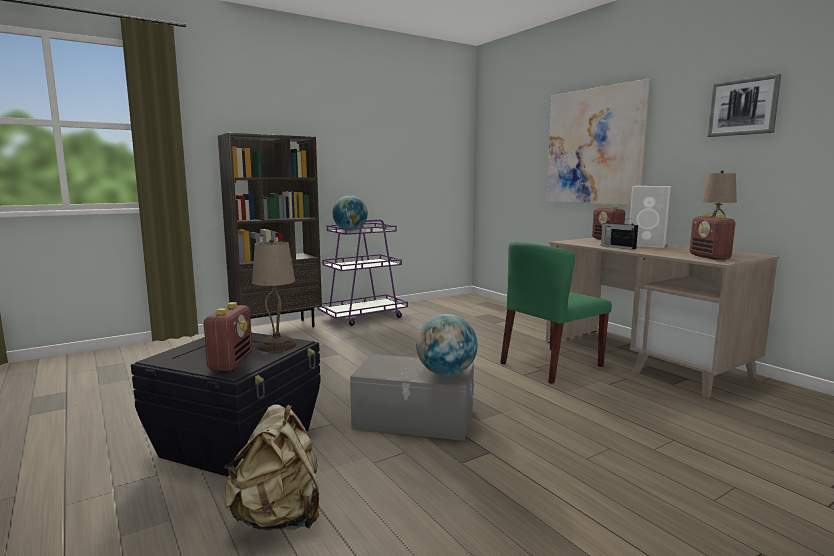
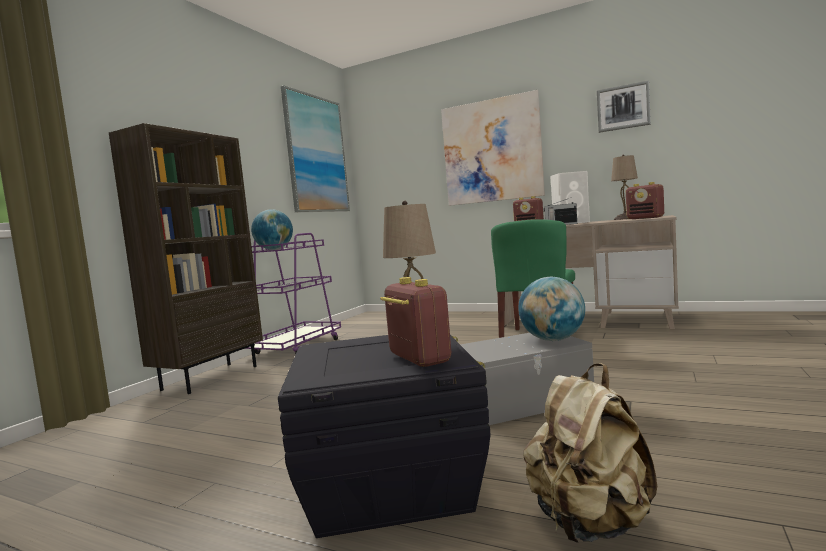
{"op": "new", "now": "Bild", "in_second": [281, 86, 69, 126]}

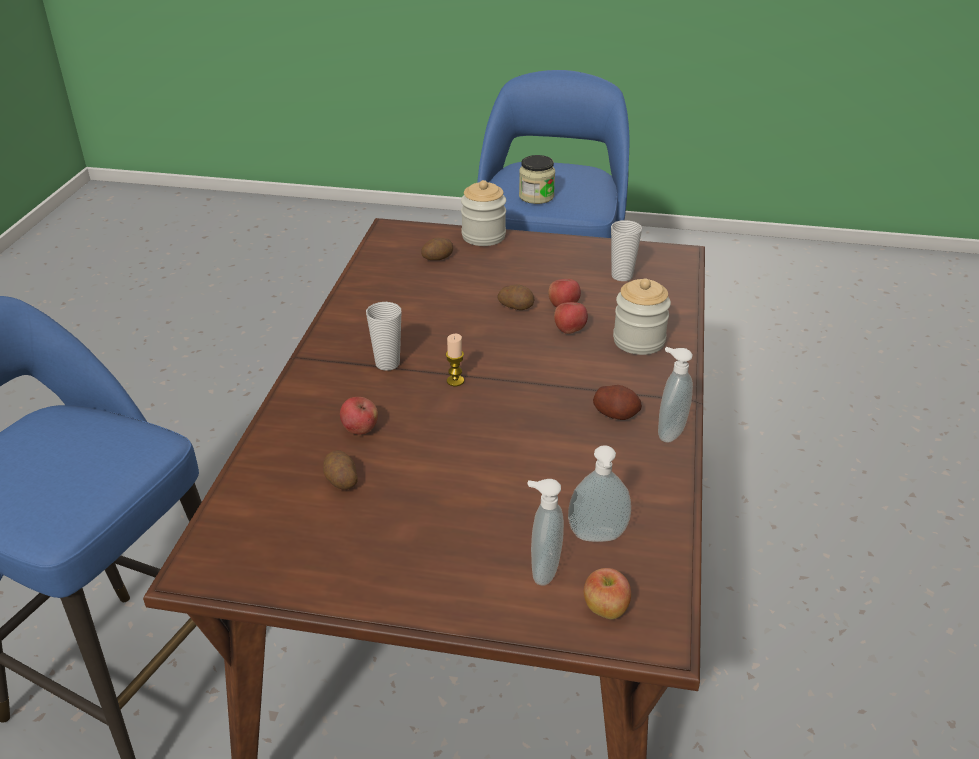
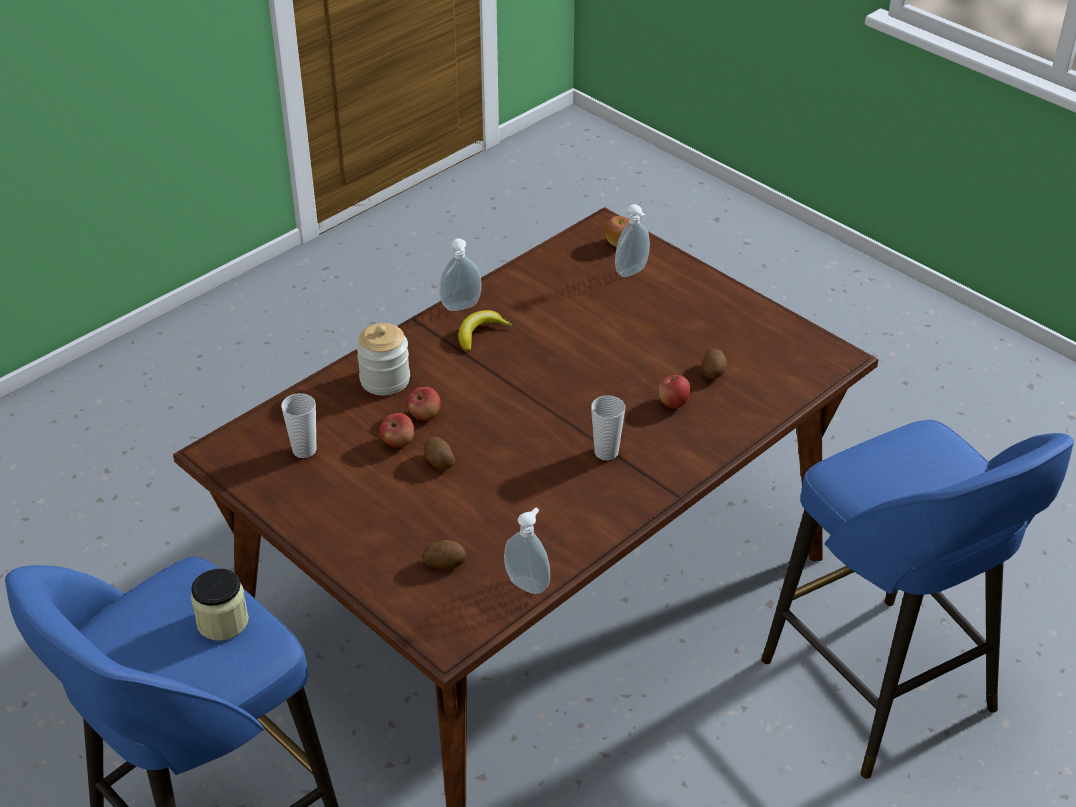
{"op": "swapped", "was": "Kartoffel", "now": "Banane", "in_first": [593, 385, 49, 35], "in_second": [459, 310, 53, 42]}
{"op": "shifted", "was": "Seifenspender", "in_first": [568, 445, 63, 97], "in_second": [504, 507, 46, 87]}
{"op": "gone", "was": "Kerze", "in_first": [446, 334, 18, 52]}
{"op": "gone", "was": "Vorratsglas", "in_first": [461, 180, 45, 66]}

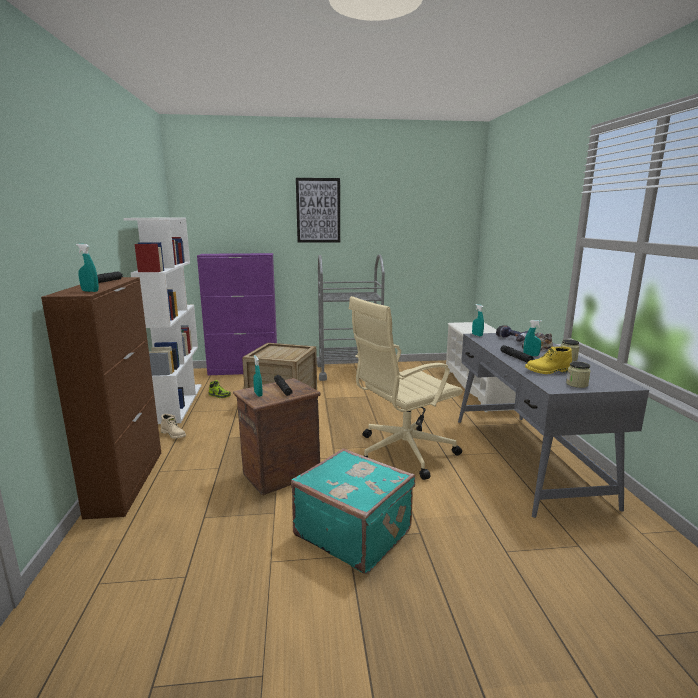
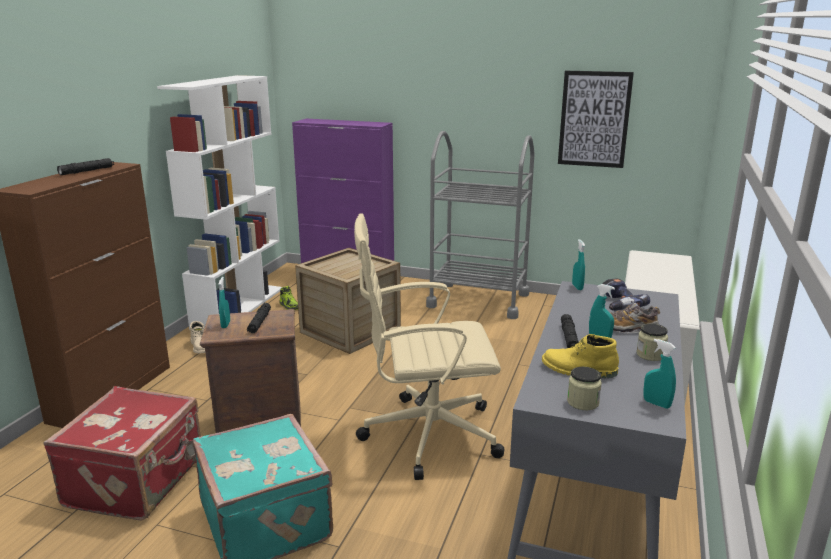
{"op": "new", "now": "Koffer (rot)", "in_second": [43, 386, 158, 135]}
{"op": "shifted", "was": "Bild", "in_first": [296, 178, 44, 65], "in_second": [558, 71, 76, 97]}
{"op": "shifted", "was": "Sprühflasche (türkis)", "in_first": [76, 244, 23, 48], "in_second": [644, 339, 32, 70]}

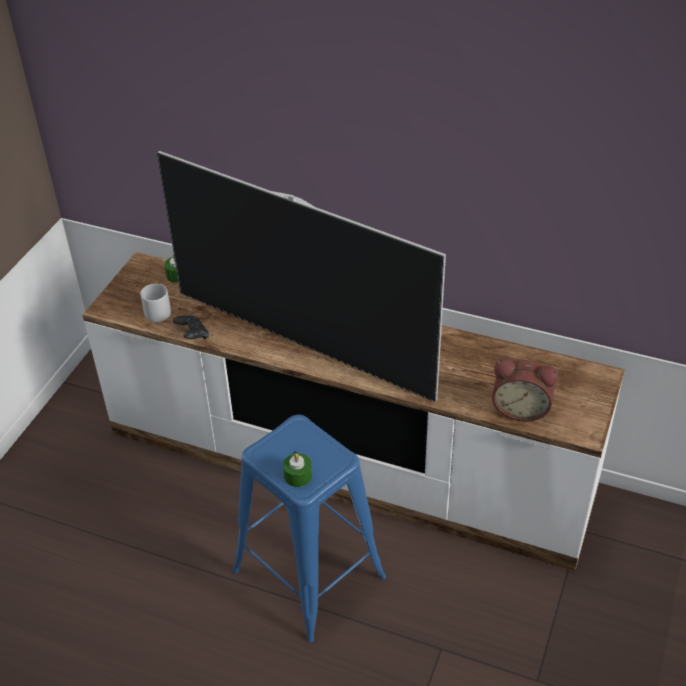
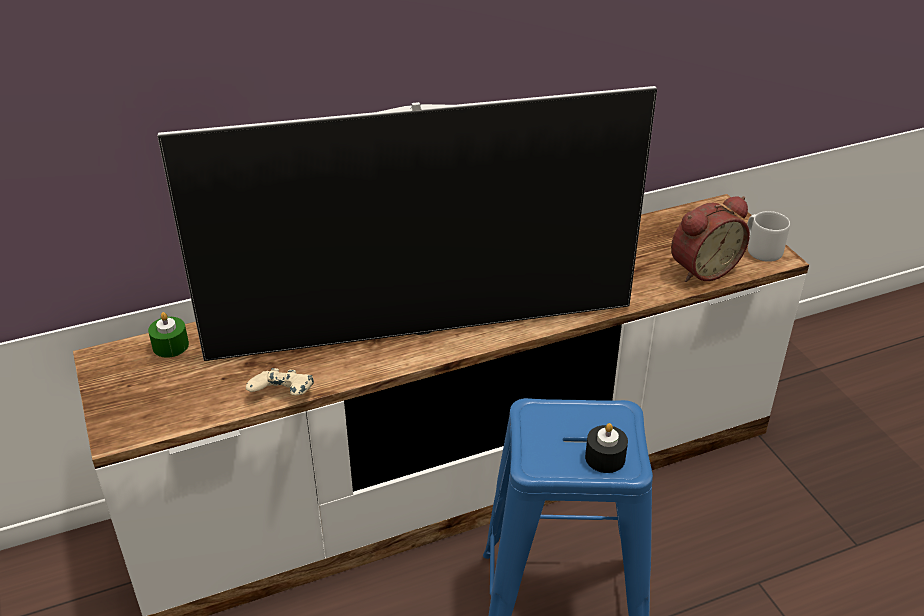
{"op": "repainted", "was": "Gamepad (schwarz)", "now": "Gamepad (beige)", "in_first": [173, 315, 36, 24], "in_second": [246, 368, 68, 27]}
{"op": "repainted", "was": "Kerze (grün)", "now": "Kerze (schwarz)", "in_first": [283, 453, 29, 34], "in_second": [585, 423, 43, 50]}
{"op": "shifted", "was": "Henkelbecher (grau)", "in_first": [140, 284, 31, 38], "in_second": [747, 211, 43, 51]}

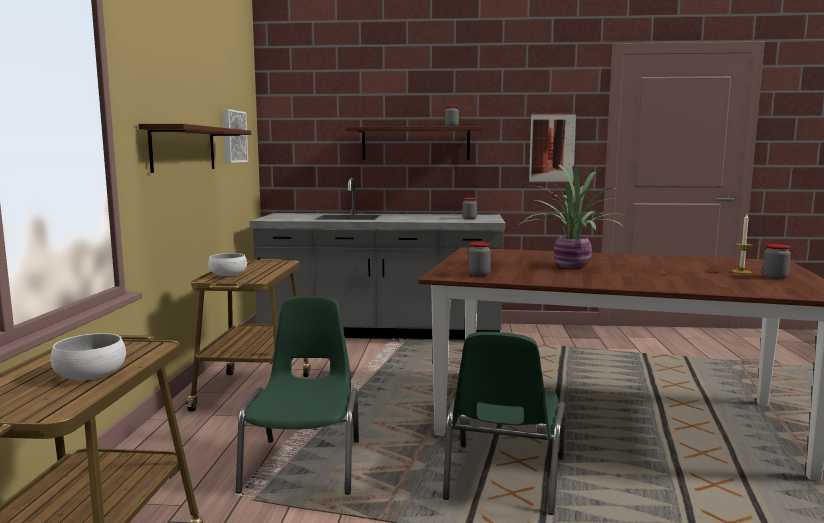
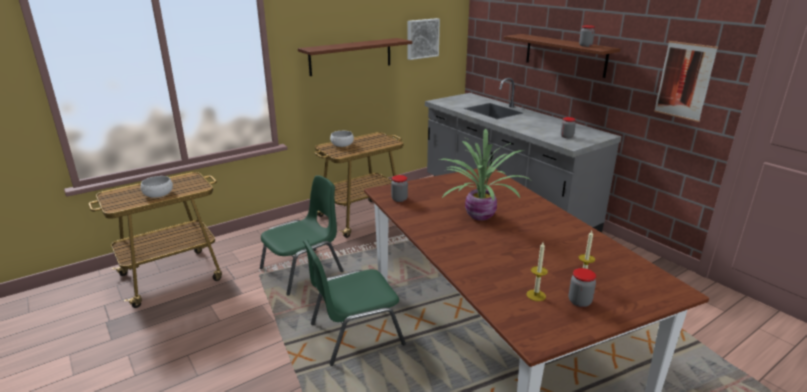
{"op": "new", "now": "Kerze", "in_second": [526, 243, 22, 58]}

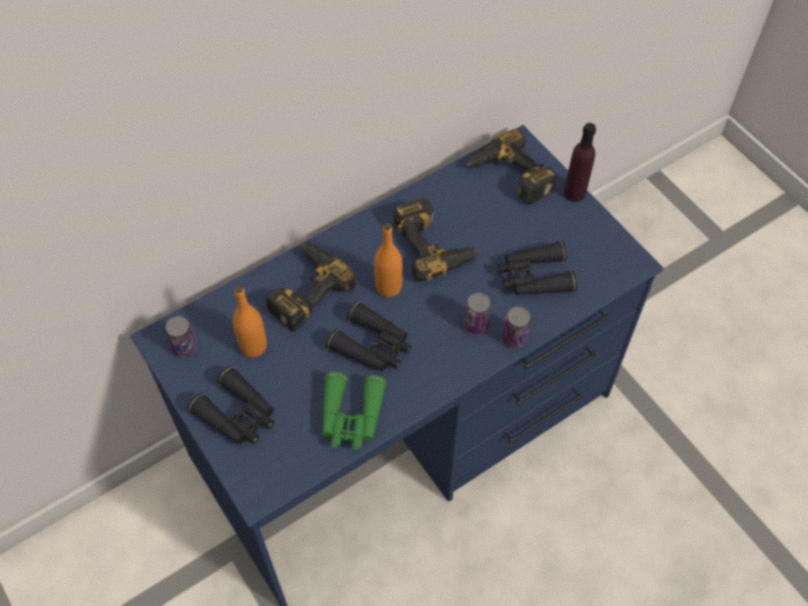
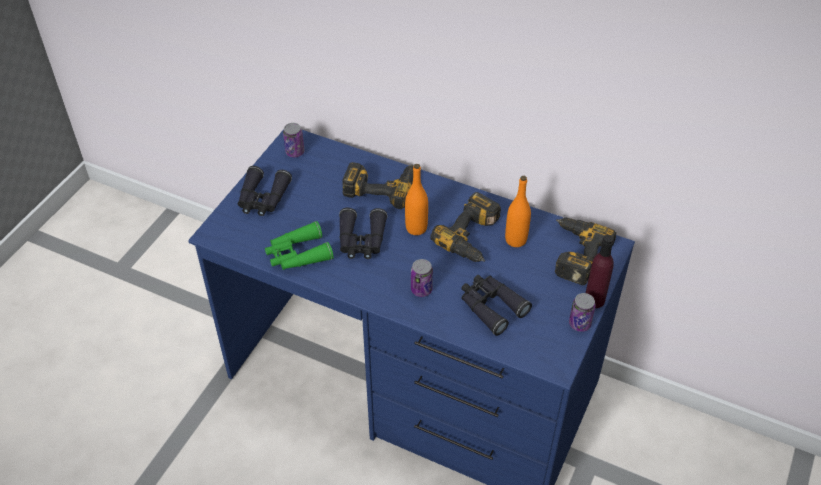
{"op": "shifted", "was": "Flasche (orange)", "in_first": [233, 285, 34, 72], "in_second": [505, 176, 26, 71]}
{"op": "shifted", "was": "Dose", "in_first": [502, 307, 29, 41], "in_second": [569, 293, 27, 39]}

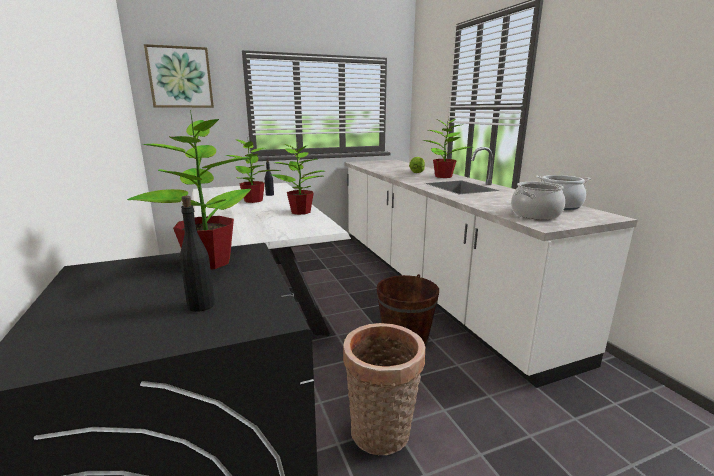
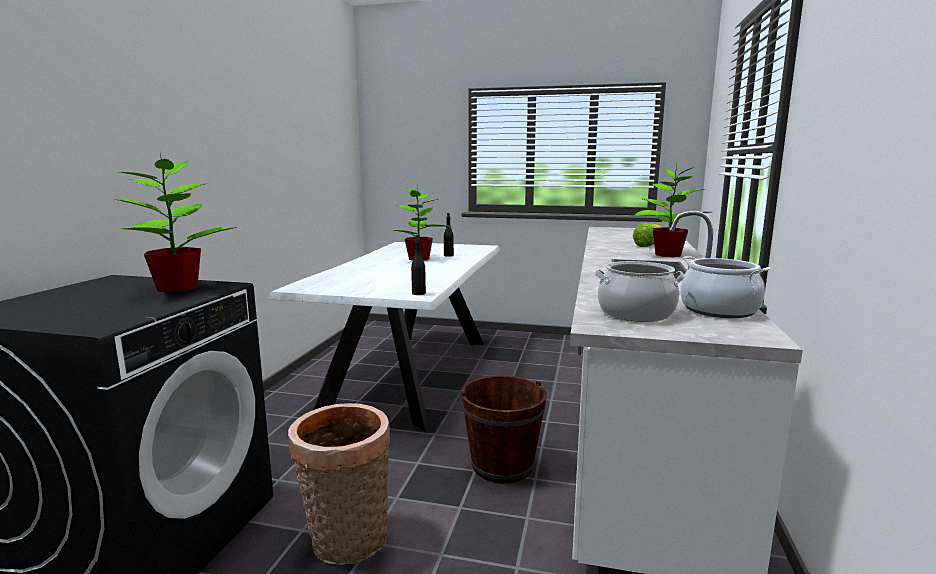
{"op": "shifted", "was": "Flasche (schwarz)", "in_first": [180, 196, 35, 116], "in_second": [411, 234, 15, 61]}
{"op": "gone", "was": "Bild", "in_first": [144, 44, 70, 64]}
{"op": "gone", "was": "Topfpflanze", "in_first": [272, 140, 52, 75]}

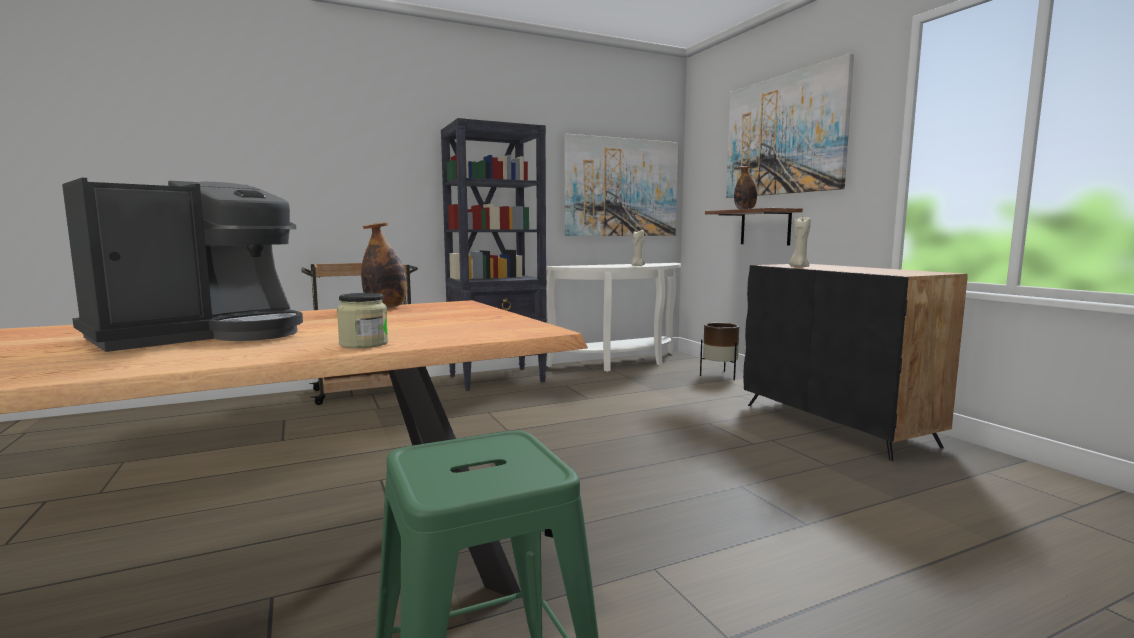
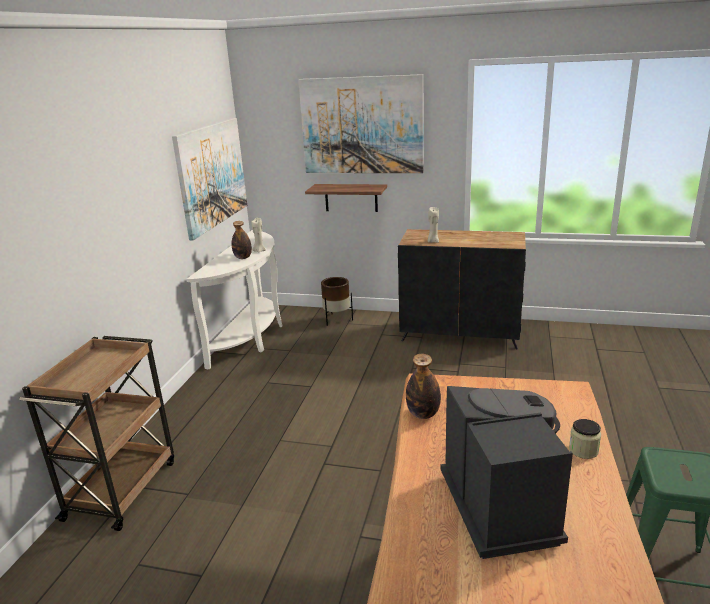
{"op": "shifted", "was": "Flasche", "in_first": [734, 166, 23, 43], "in_second": [231, 221, 21, 38]}
{"op": "gone", "was": "Bücherregal (schwarz)", "in_first": [441, 118, 106, 273]}

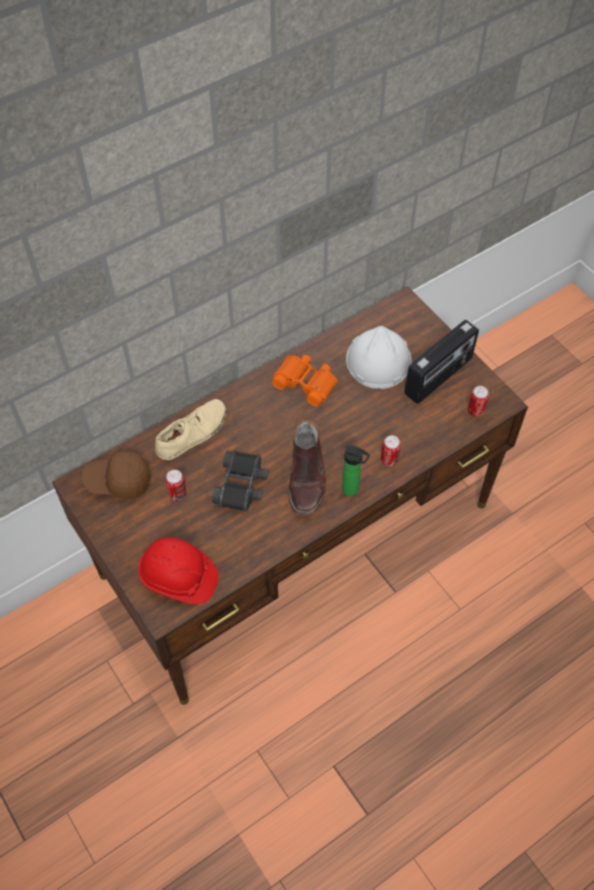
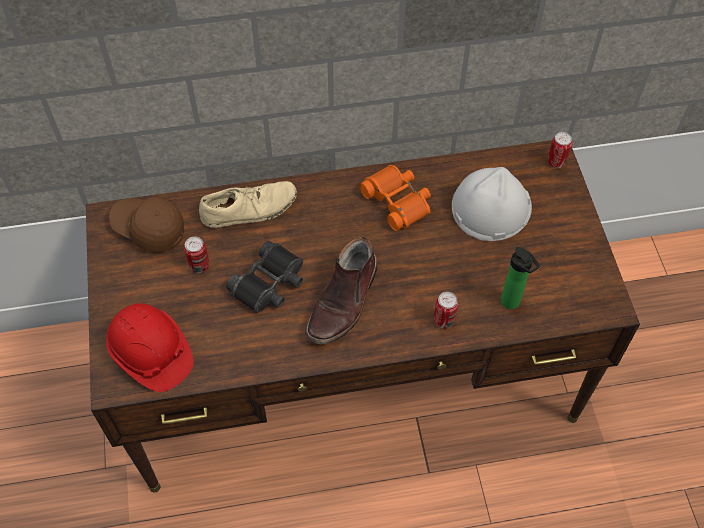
{"op": "shifted", "was": "Flasche", "in_first": [342, 446, 28, 50], "in_second": [501, 247, 39, 62]}
{"op": "shifted", "was": "Dose", "in_first": [468, 386, 21, 31], "in_second": [548, 132, 25, 36]}
{"op": "gone", "was": "Radio", "in_first": [404, 320, 75, 84]}

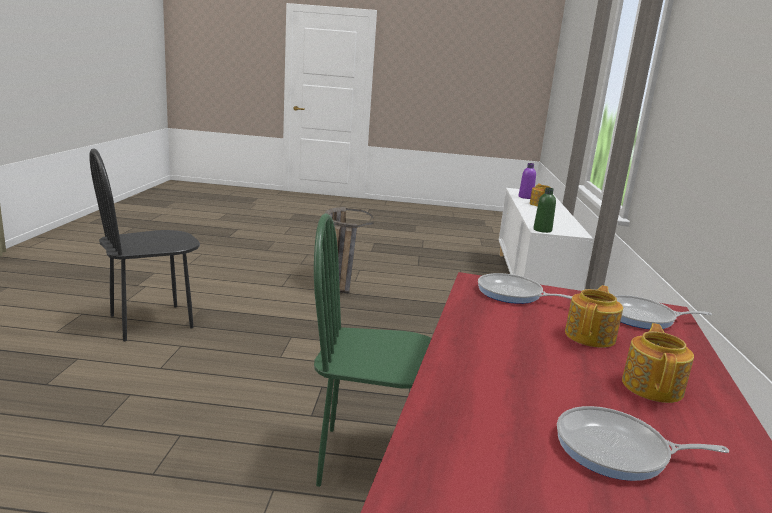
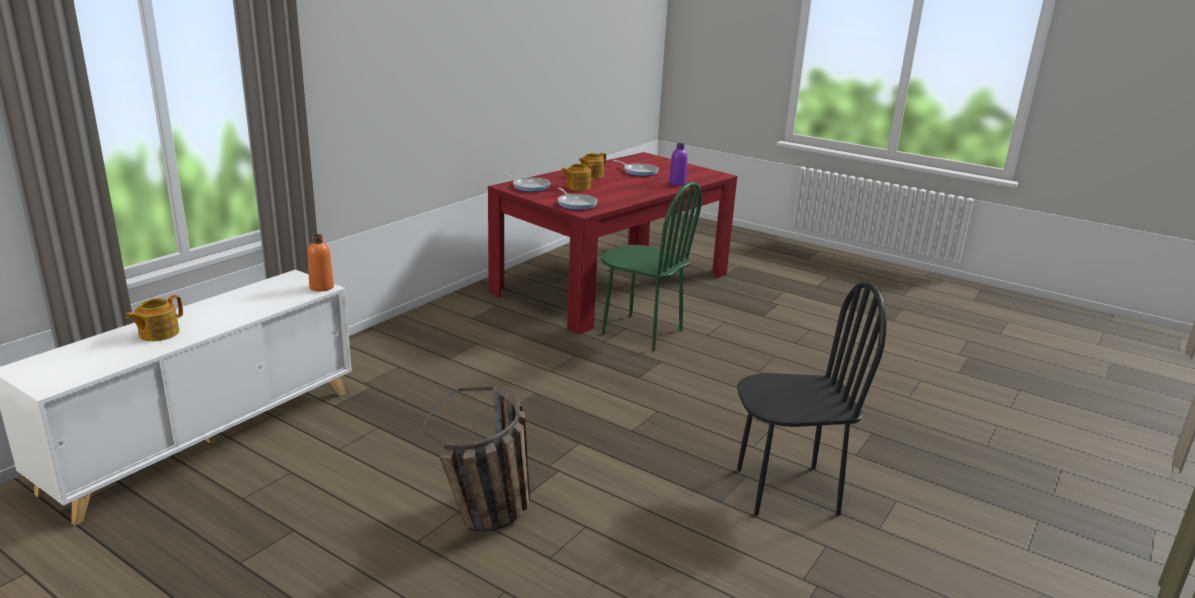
{"op": "repainted", "was": "Flasche (grün)", "now": "Flasche (orange)", "in_first": [533, 187, 23, 46], "in_second": [307, 234, 27, 57]}
{"op": "shifted", "was": "Flasche (lila)", "in_first": [519, 163, 17, 36], "in_second": [669, 143, 19, 43]}

